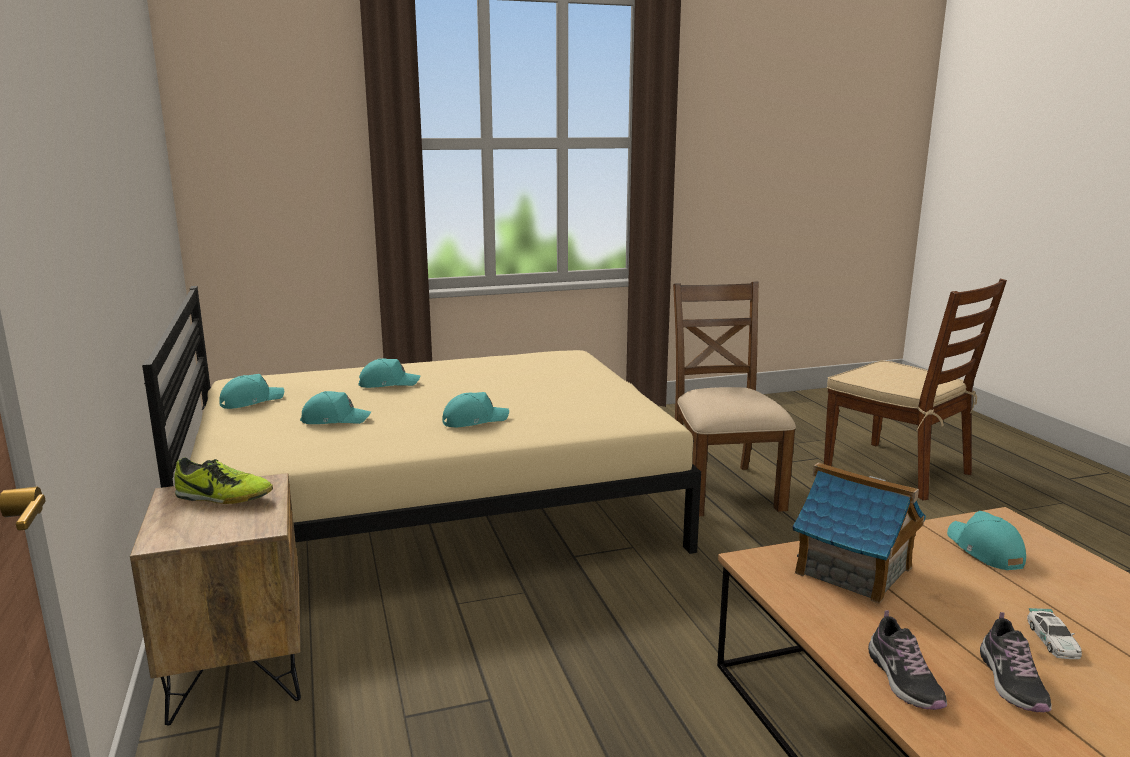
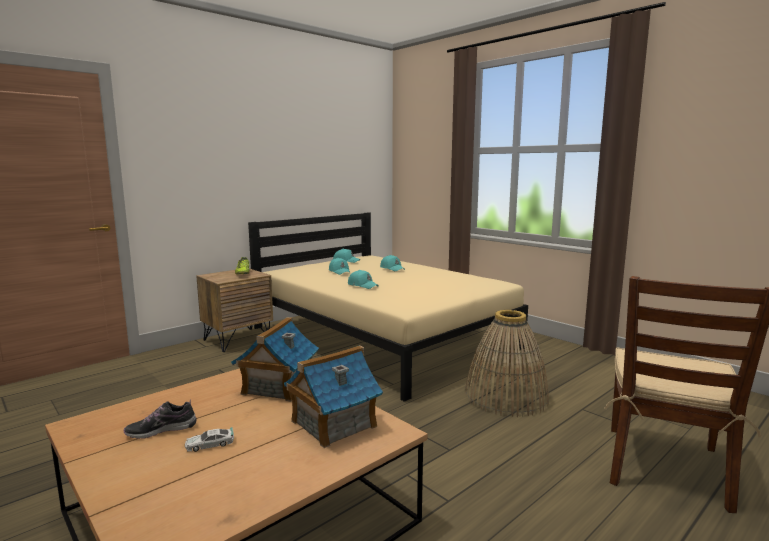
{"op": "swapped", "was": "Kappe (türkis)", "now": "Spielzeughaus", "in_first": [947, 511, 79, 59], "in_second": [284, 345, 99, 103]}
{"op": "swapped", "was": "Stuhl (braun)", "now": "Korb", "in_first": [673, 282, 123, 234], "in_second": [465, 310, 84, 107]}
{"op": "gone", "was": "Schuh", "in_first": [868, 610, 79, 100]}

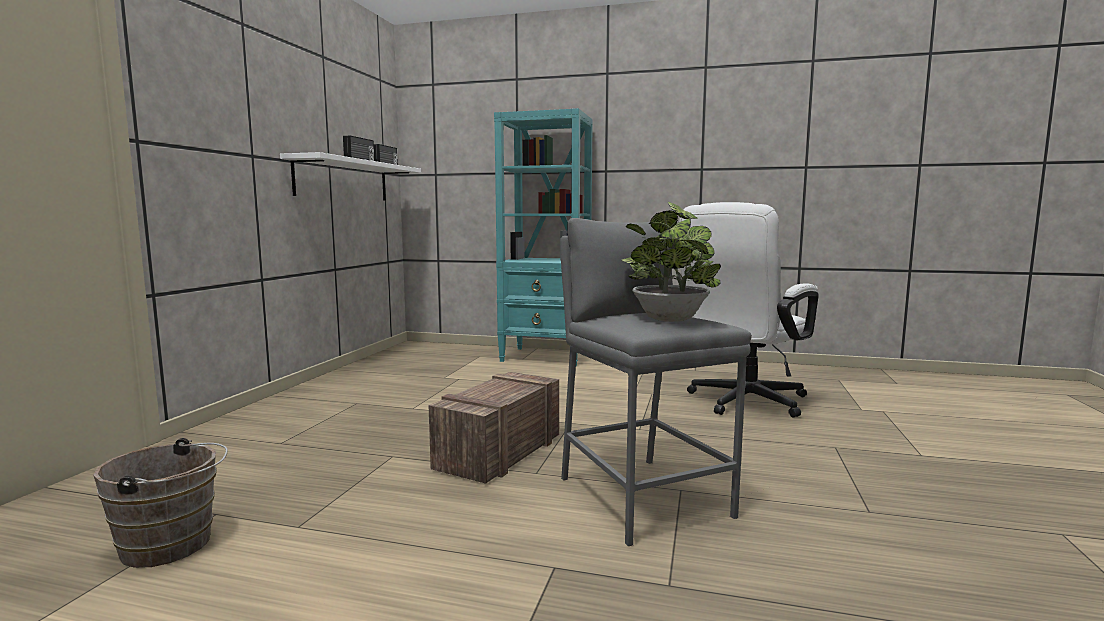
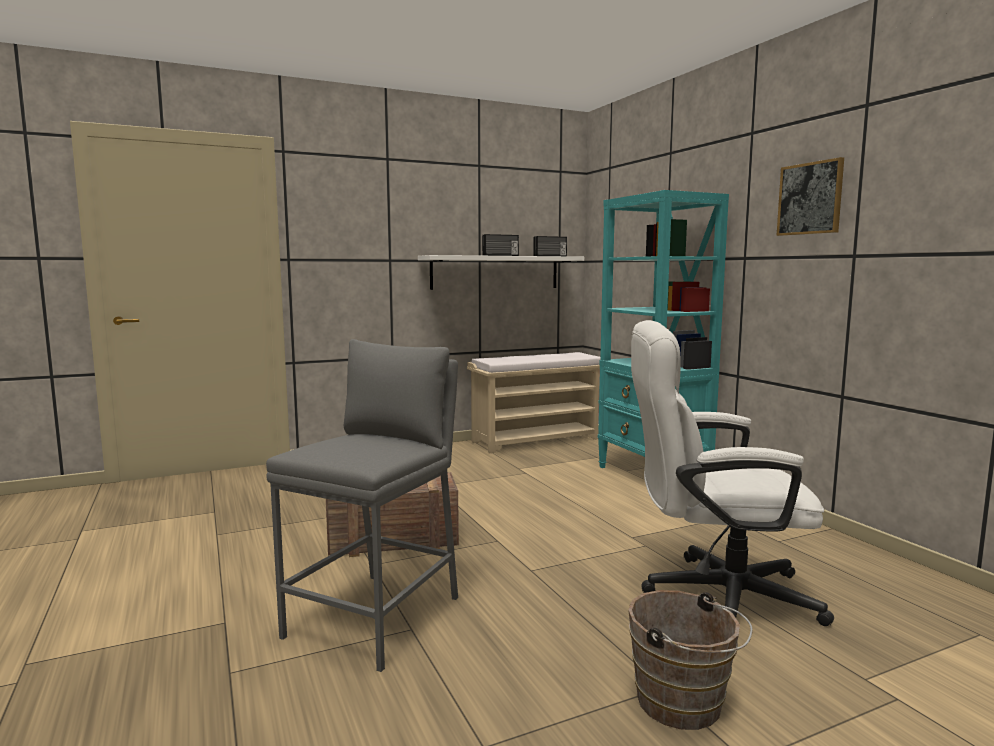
{"op": "new", "now": "Bank (beige)", "in_second": [467, 352, 133, 101]}
{"op": "shifted", "was": "Eimer (braun)", "in_first": [93, 438, 135, 130], "in_second": [628, 590, 125, 140]}
{"op": "new", "now": "Bild", "in_second": [776, 157, 68, 79]}
{"op": "gone", "was": "Topfpflanze", "in_first": [621, 202, 100, 120]}

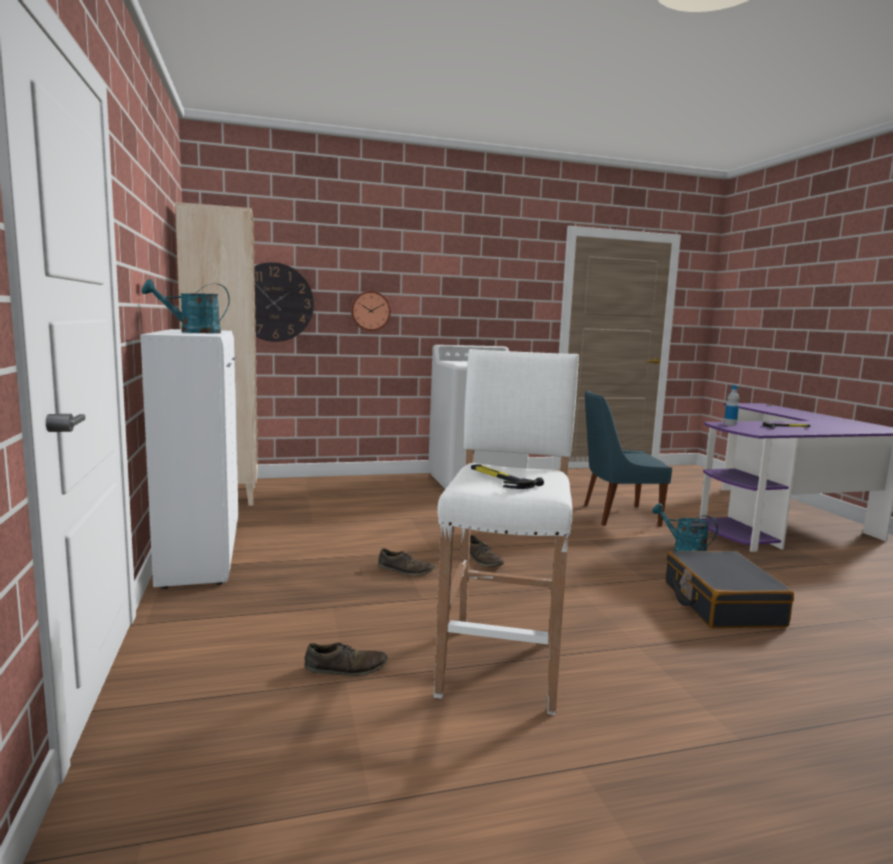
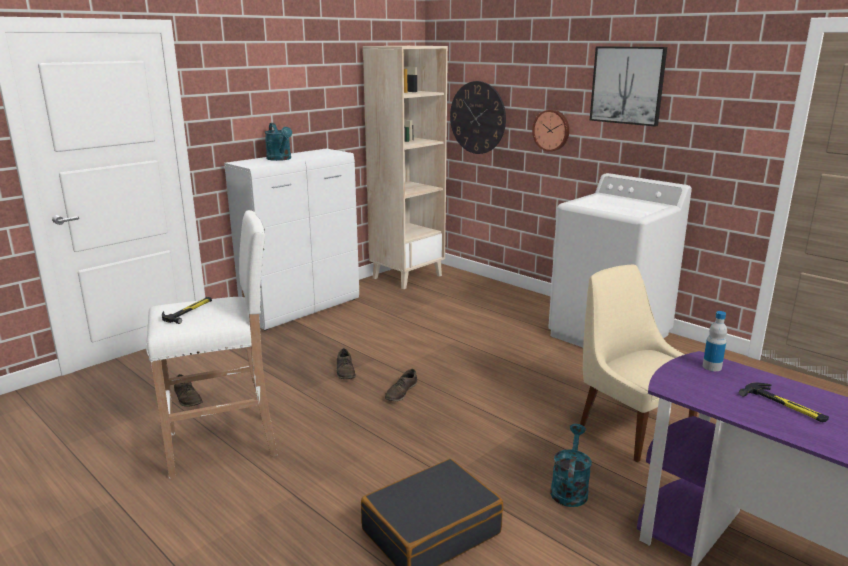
{"op": "rotated", "was": "Gießkanne (türkis)", "in_first": [141, 279, 89, 54], "in_second": [264, 123, 28, 38], "clockwise": -150}
{"op": "repainted", "was": "Stuhl (blau)", "now": "Stuhl (beige)", "in_first": [584, 390, 88, 137], "in_second": [580, 265, 118, 197]}
{"op": "new", "now": "Bild", "in_second": [590, 46, 77, 81]}

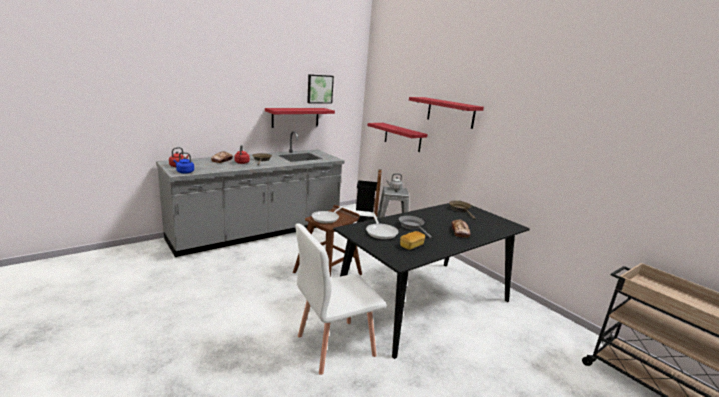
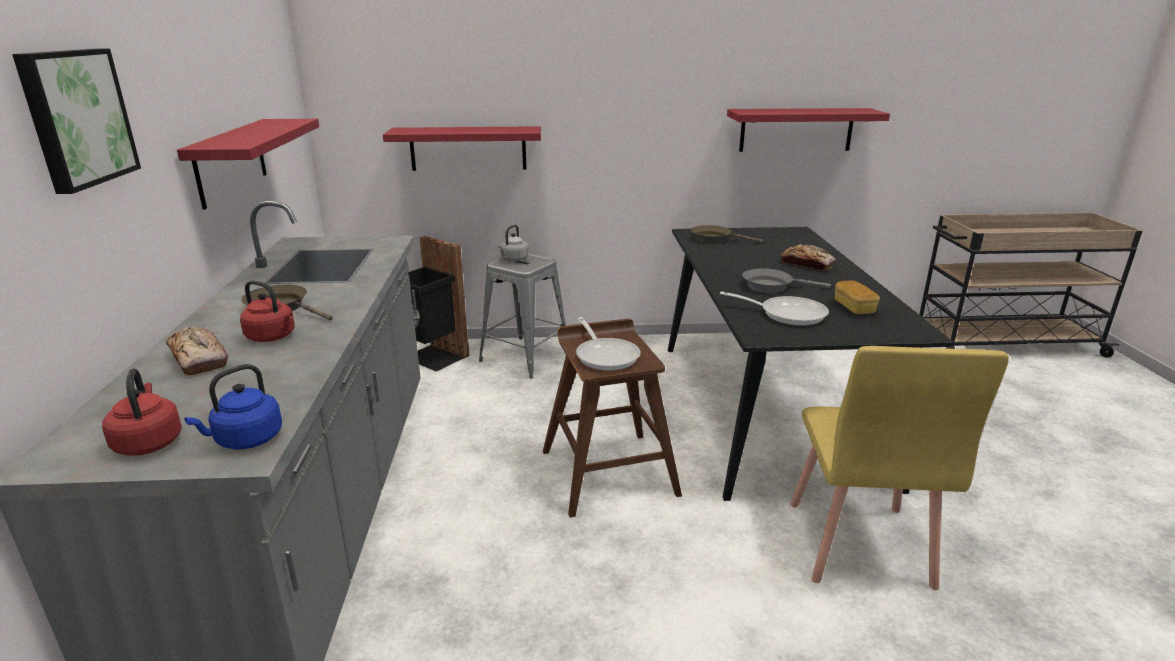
{"op": "shifted", "was": "Bild", "in_first": [307, 74, 27, 30], "in_second": [12, 49, 129, 145]}
{"op": "shifted", "was": "Wandregal (rot)", "in_first": [409, 97, 75, 32], "in_second": [727, 108, 163, 44]}
{"op": "repainted", "was": "Stuhl (weiß)", "now": "Stuhl (gelb)", "in_first": [295, 223, 92, 152], "in_second": [790, 346, 219, 244]}

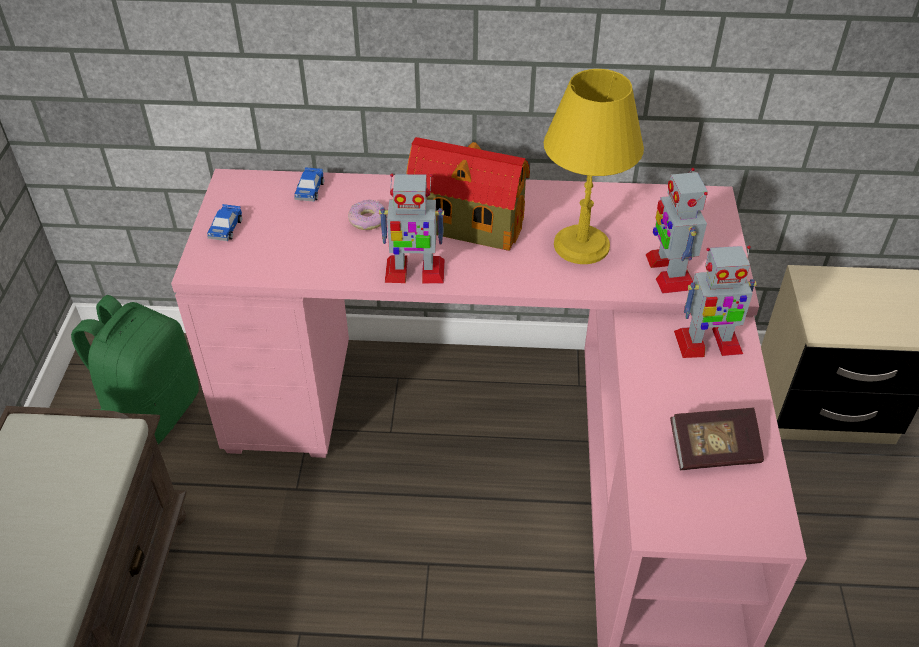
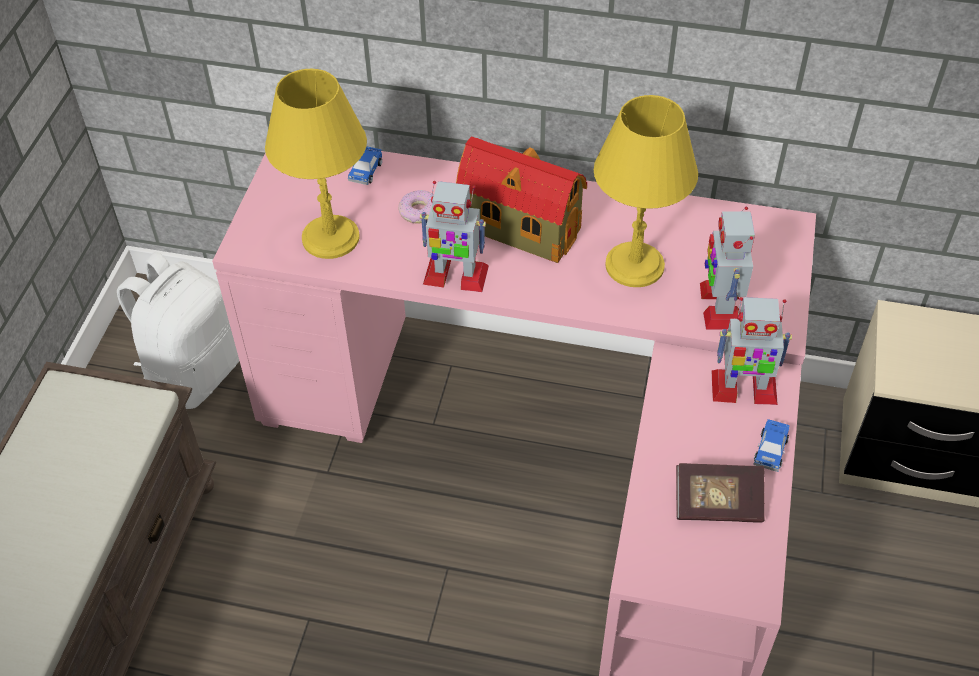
{"op": "repainted", "was": "Rucksack (grün)", "now": "Rucksack (weiß)", "in_first": [71, 295, 128, 149], "in_second": [117, 252, 122, 157]}
{"op": "new", "now": "Tischlampe (gelb)", "in_second": [265, 69, 102, 190]}
{"op": "shifted", "was": "Spielzeugauto", "in_first": [207, 204, 35, 37], "in_second": [753, 419, 37, 53]}

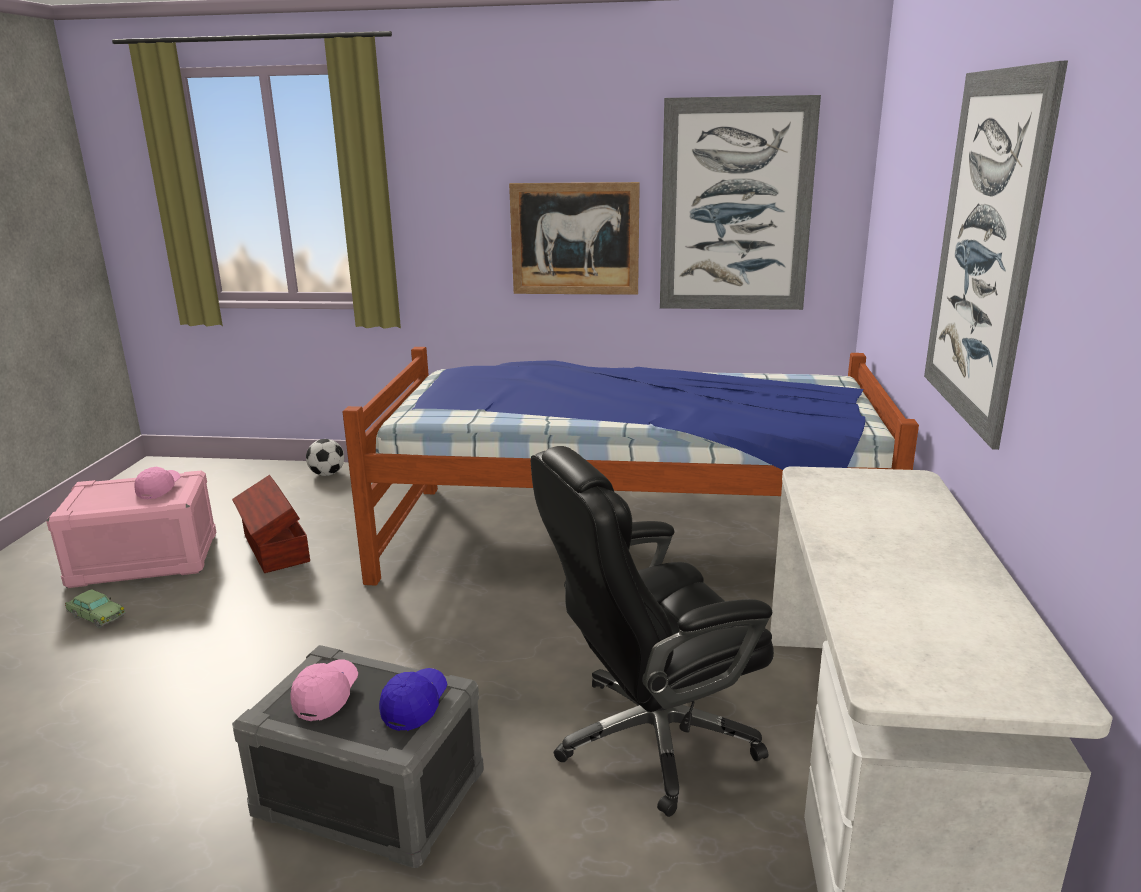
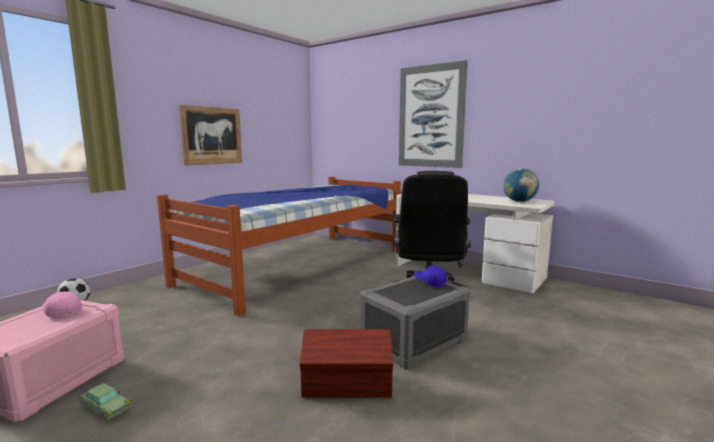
{"op": "rotated", "was": "Spielzeugauto", "in_first": [65, 589, 61, 39], "in_second": [79, 383, 52, 38], "clockwise": 60}
{"op": "shifted", "was": "Aufbewahrungsbox (braun)", "in_first": [232, 475, 78, 98], "in_second": [300, 329, 93, 69]}
{"op": "new", "now": "Globus", "in_second": [503, 168, 36, 34]}
{"op": "gone", "was": "Kappe (rosa)", "in_first": [290, 659, 68, 62]}
{"op": "gone", "was": "Bild", "in_first": [660, 95, 161, 215]}

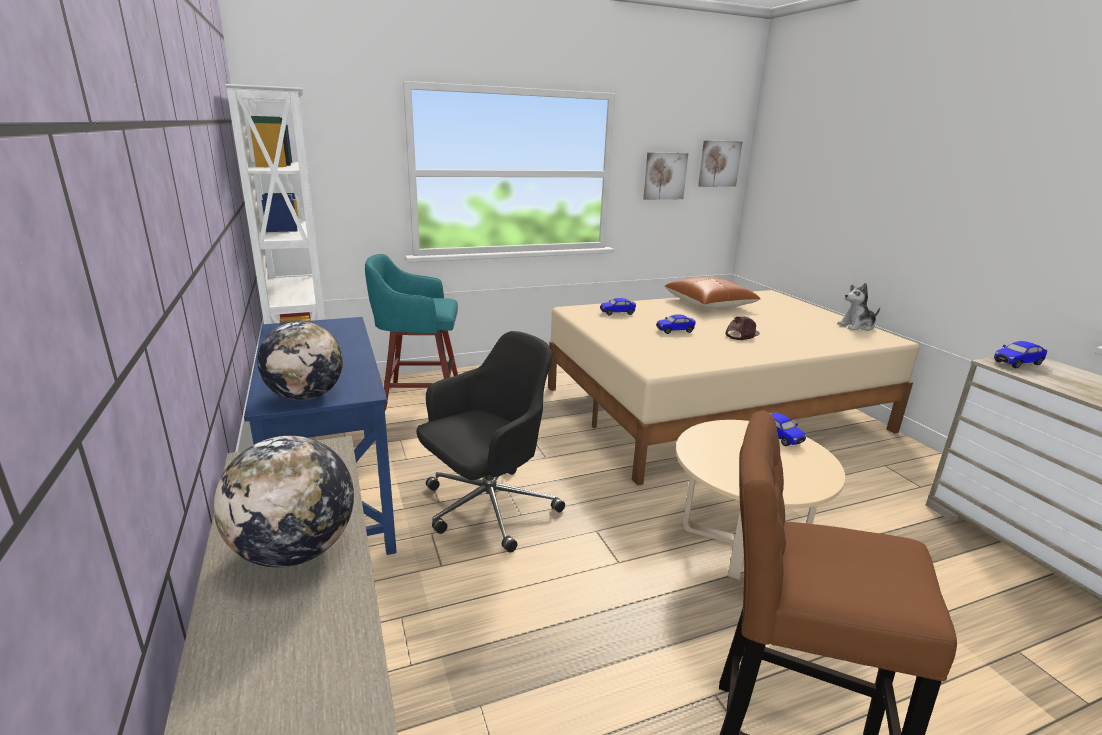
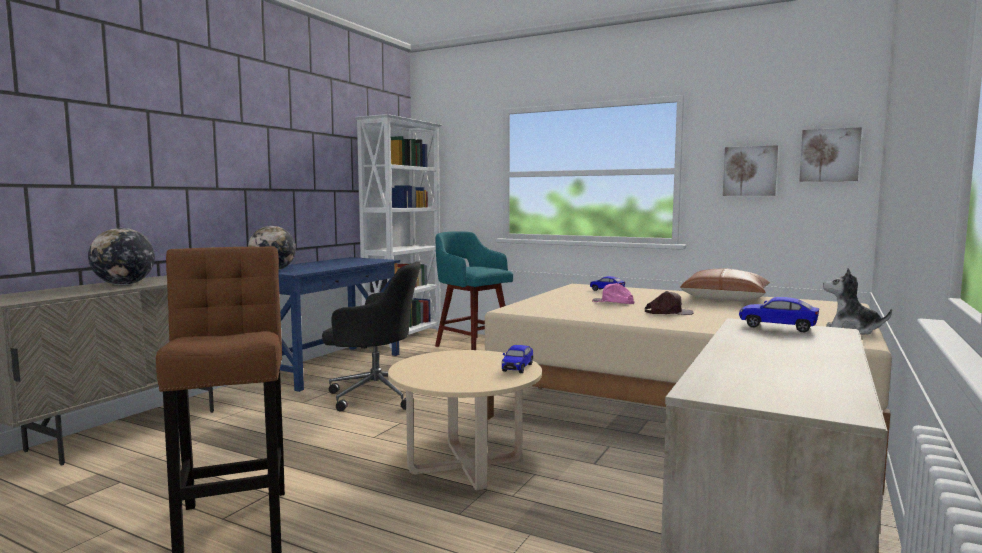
{"op": "swapped", "was": "Spielzeugauto", "now": "Kappe (rosa)", "in_first": [656, 314, 40, 20], "in_second": [592, 283, 43, 21]}

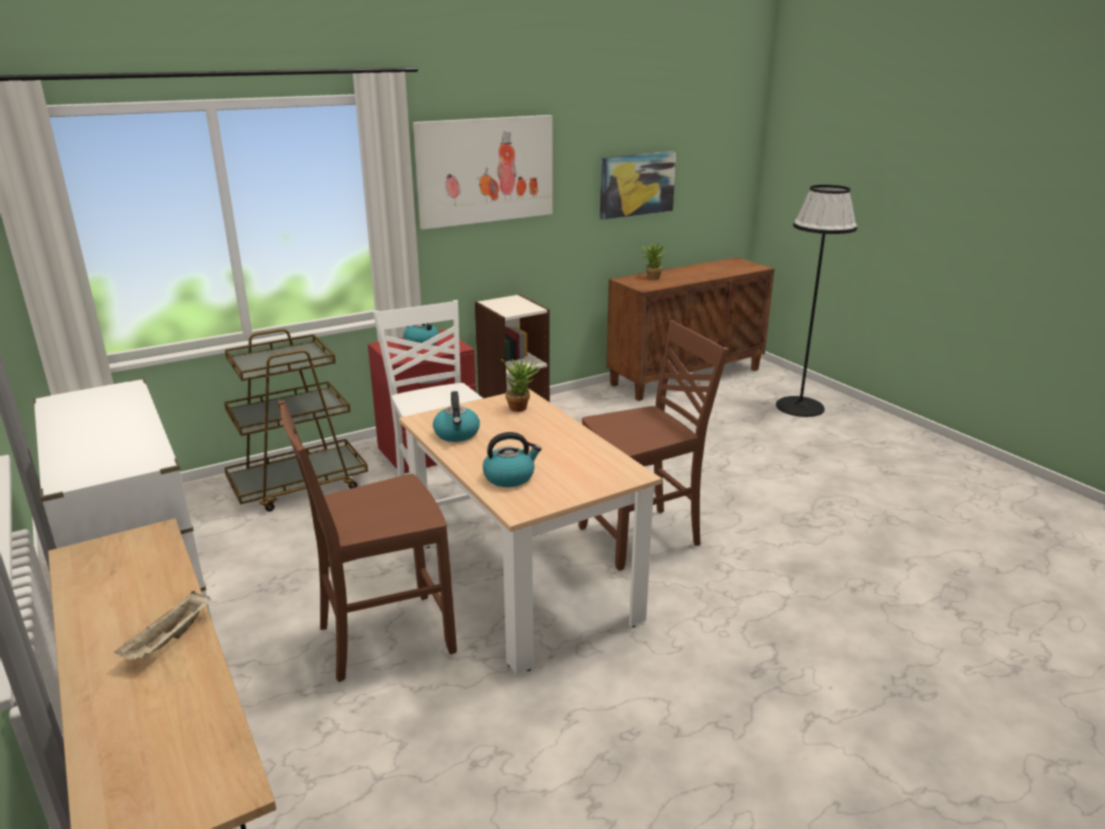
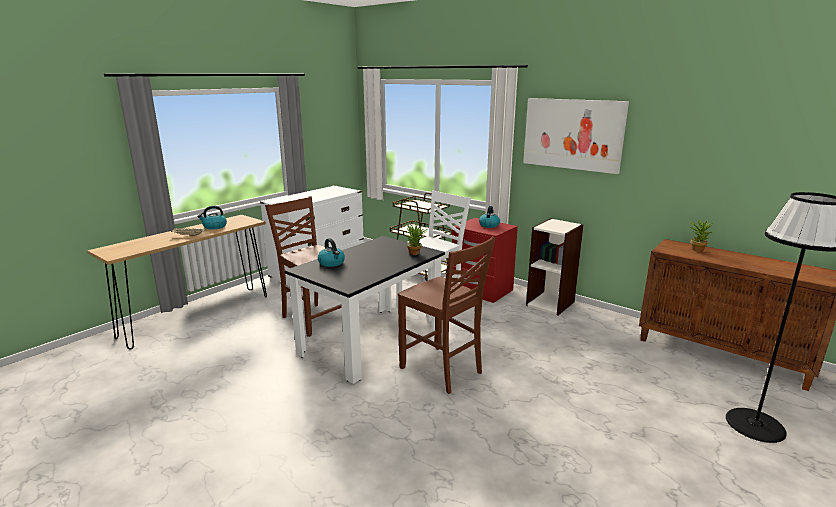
{"op": "shifted", "was": "Wasserkessel", "in_first": [433, 391, 47, 51], "in_second": [197, 206, 30, 24]}
{"op": "repainted", "was": "Esstisch (beige)", "now": "Esstisch (schwarz)", "in_first": [399, 388, 263, 286], "in_second": [284, 236, 161, 148]}
{"op": "gone", "was": "Bild", "in_first": [600, 151, 76, 69]}

